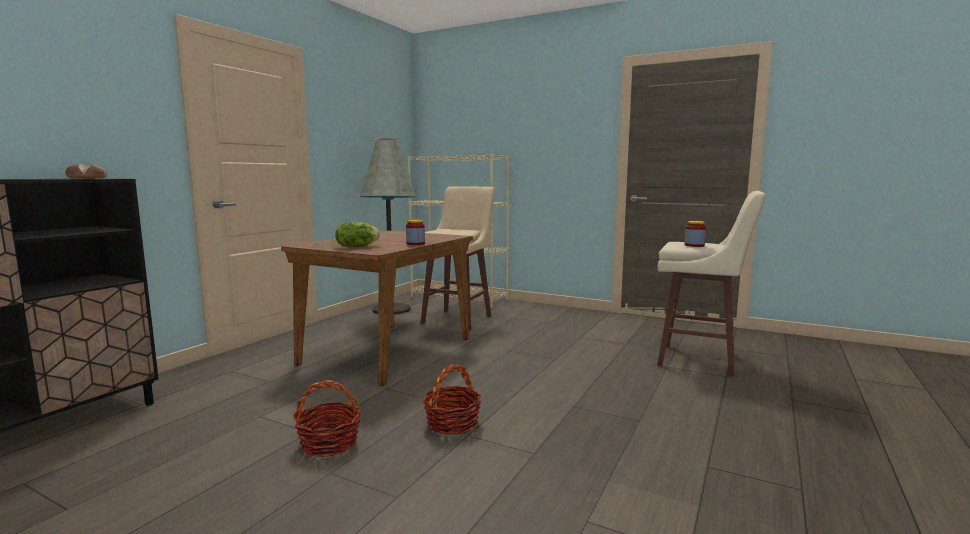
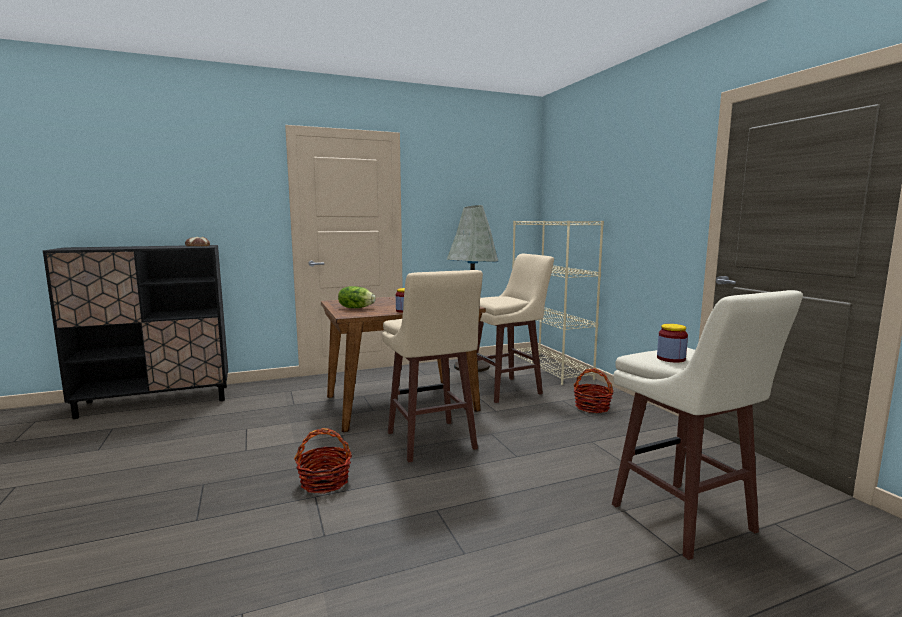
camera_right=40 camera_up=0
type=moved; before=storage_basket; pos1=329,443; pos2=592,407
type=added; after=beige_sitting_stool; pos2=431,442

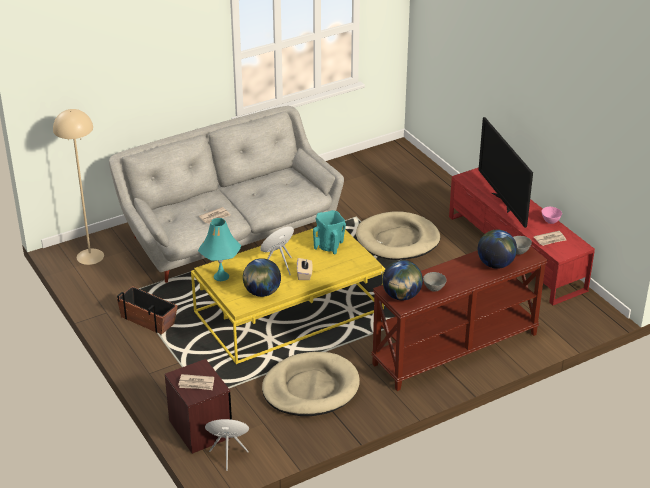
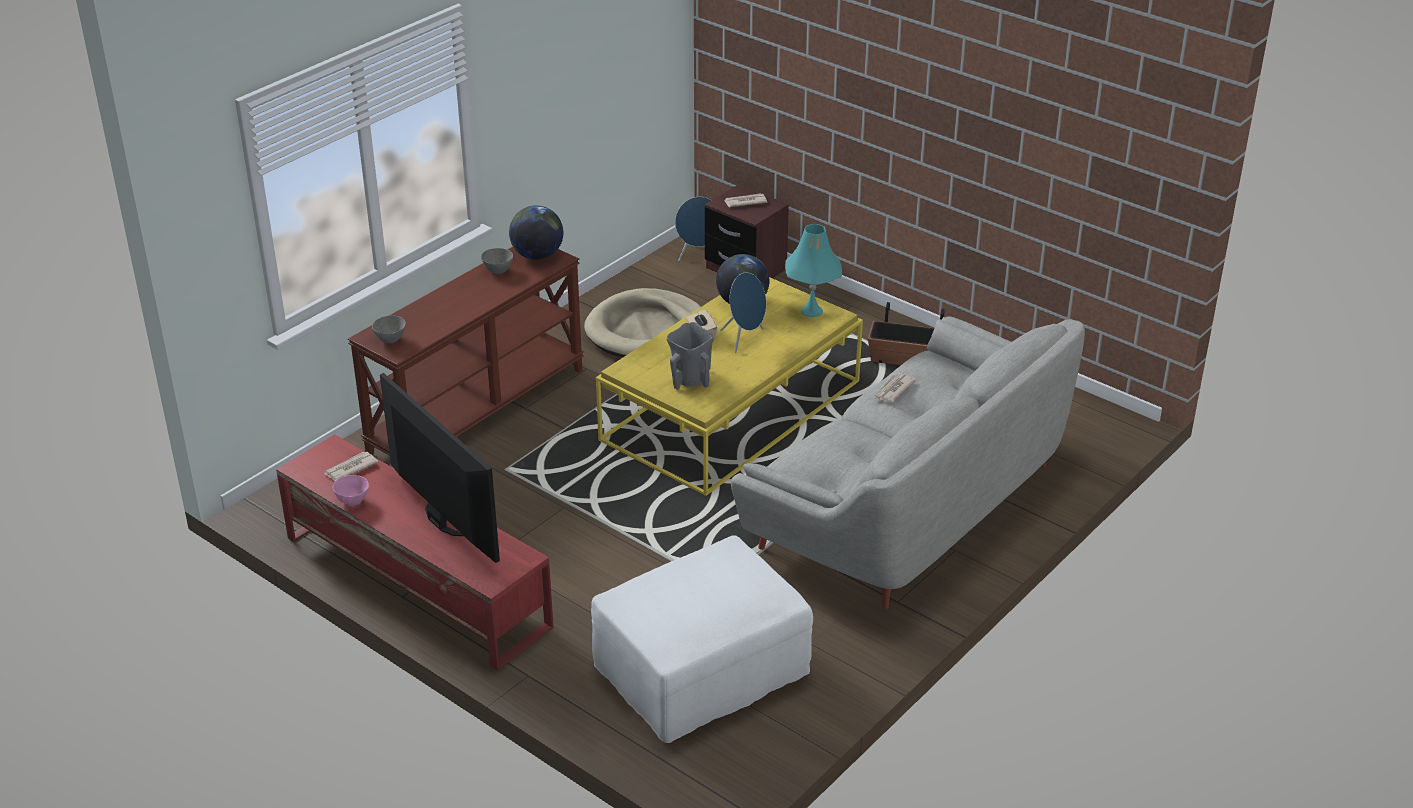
camera_right=160 camera_up=0
type=removed; before=beige_standard_lamp; pos1=90,256
type=recoloured; before=blue-green_decorative_vase; after=grey_decorative_vase; pos1=329,246; pos2=690,380
type=removed; before=beige_dog_bed; pos1=397,240
type=removed; before=globe; pos1=495,264
type=added; after=white_pouffe; pos2=701,673

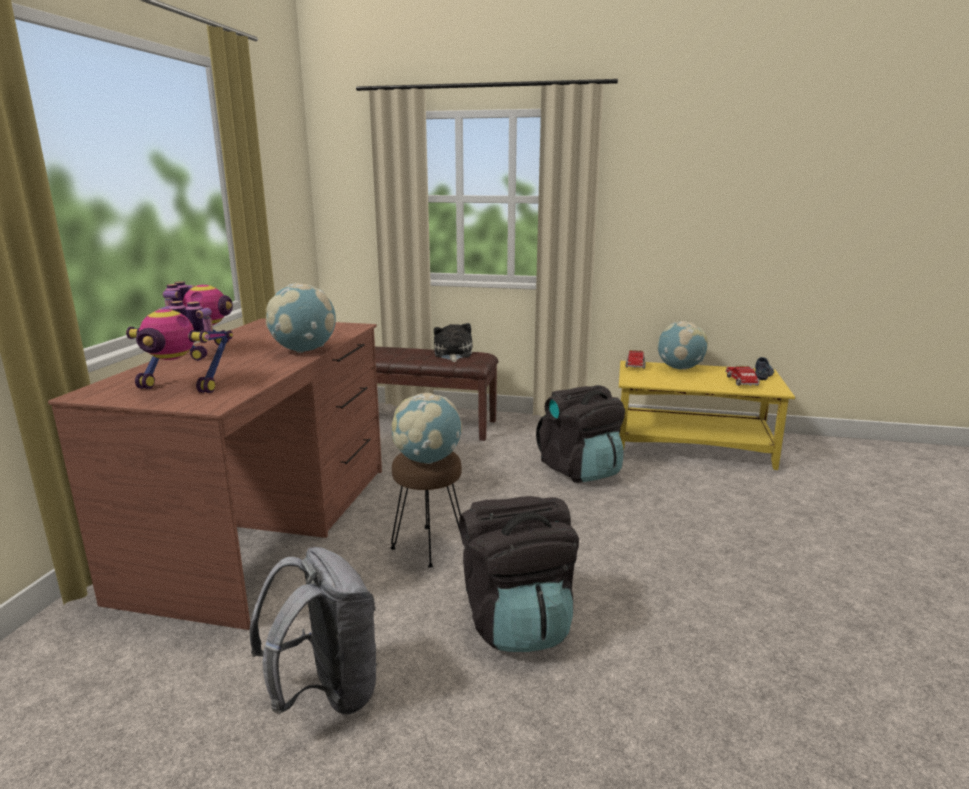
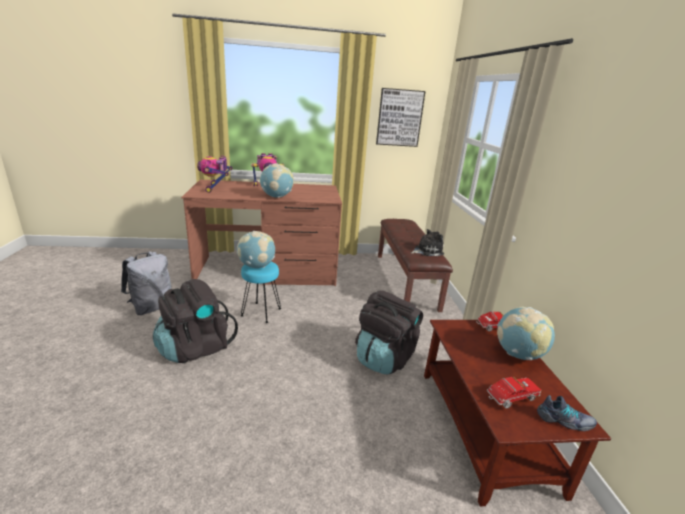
camera_right=70 camera_up=5
type=recoloured; before=yellow-coloured_low_table; after=brown_low_table; pos1=690,447; pos2=484,427
type=recoloured; before=brown_sitting_stool; after=blue-green_sitting_stool; pos1=429,546; pos2=261,312
type=added; after=picture; pos2=399,118

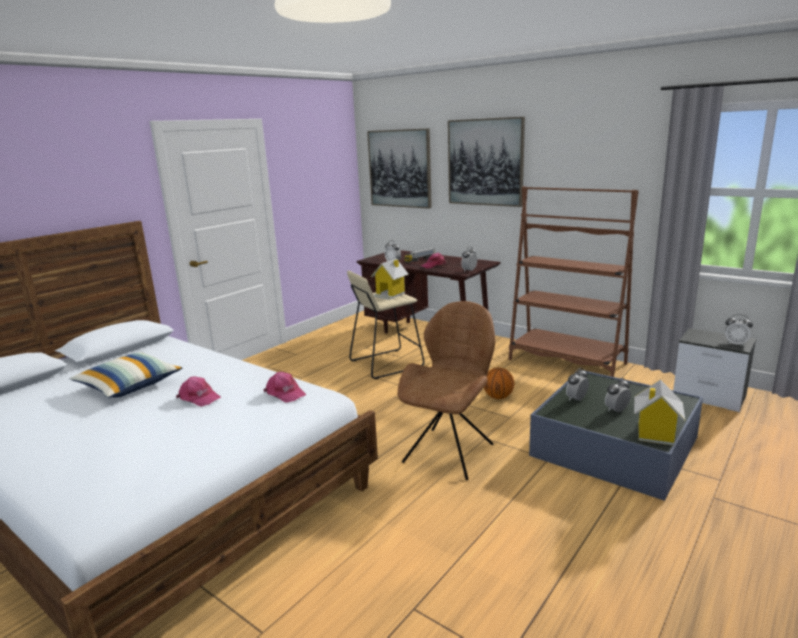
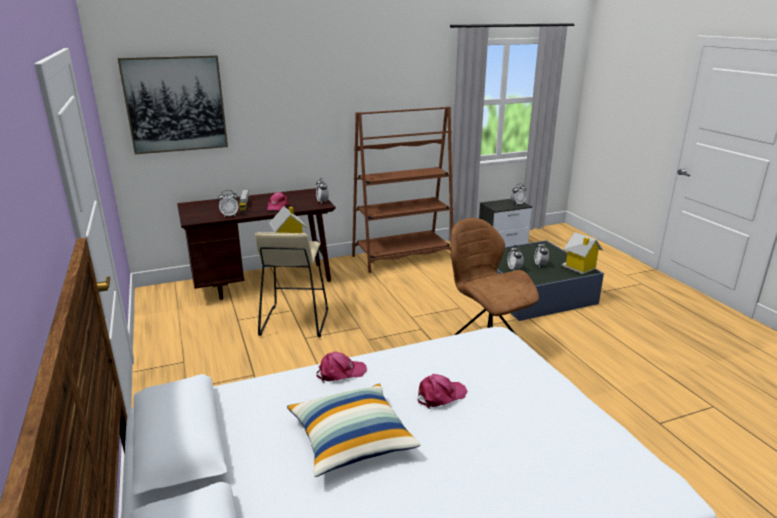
camera_right=-60 camera_up=5
type=removed; before=picture; pos1=485,162
type=removed; before=ball_for_basketball; pos1=498,397
type=moved; before=pink_cap; pos1=285,393; pos2=340,372

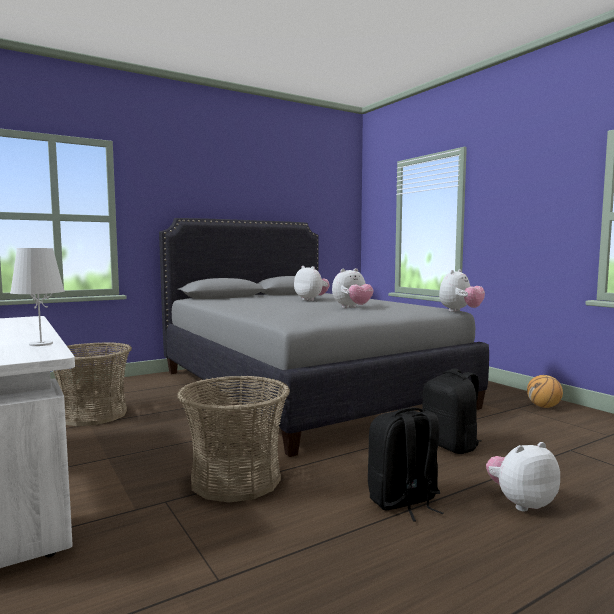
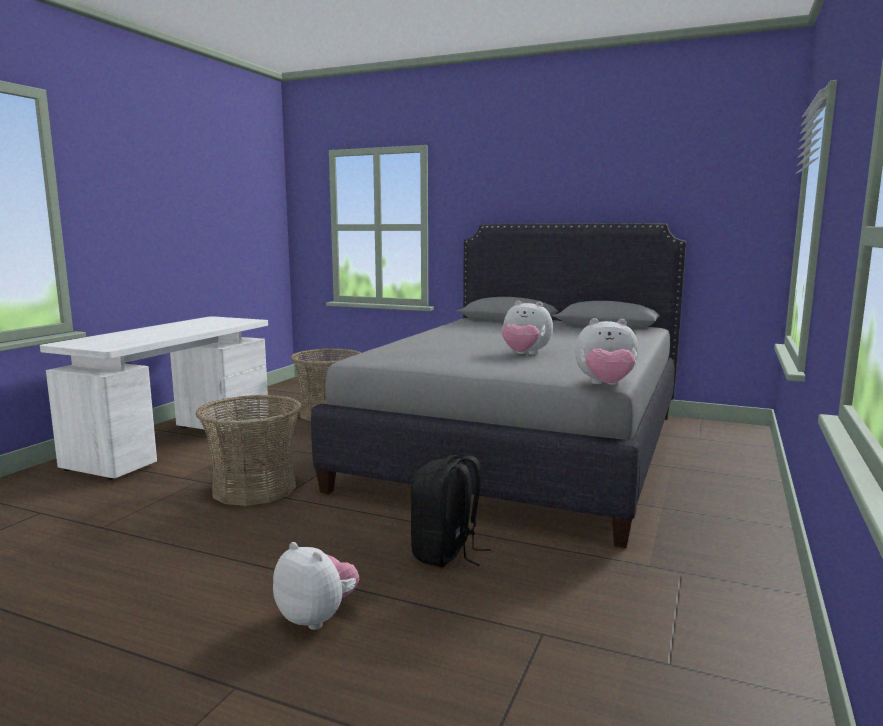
camera_right=55 camera_up=5
type=removed; before=white_lamp_for_a_table; pos1=41,344
type=removed; before=soft_toy; pos1=311,300
type=removed; before=ball_for_basketball; pos1=544,407
type=removed; before=blackish_backpack; pos1=403,502

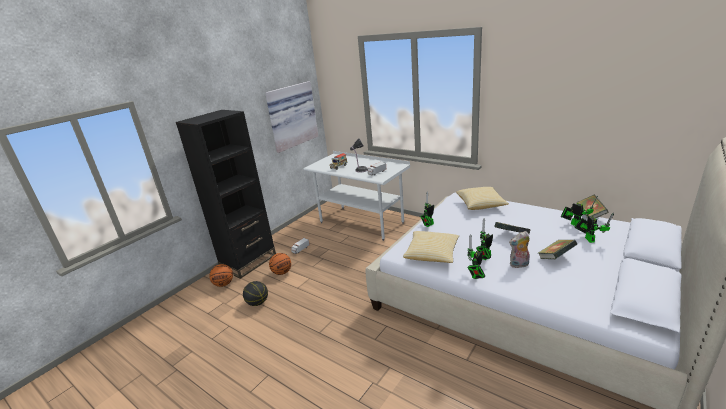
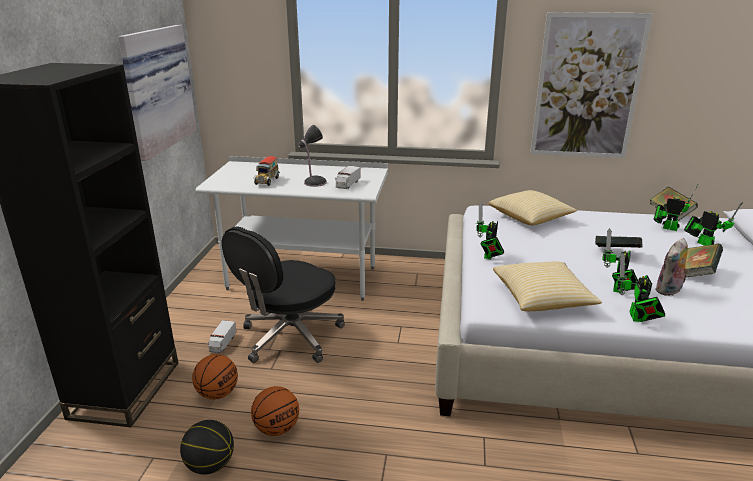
camera_right=-30 camera_up=0
type=moved; before=ball_for_basketball; pos1=224,284; pos2=277,428
type=added; after=picture; pos2=587,87
type=added; after=blackish_desk_chair; pos2=290,337

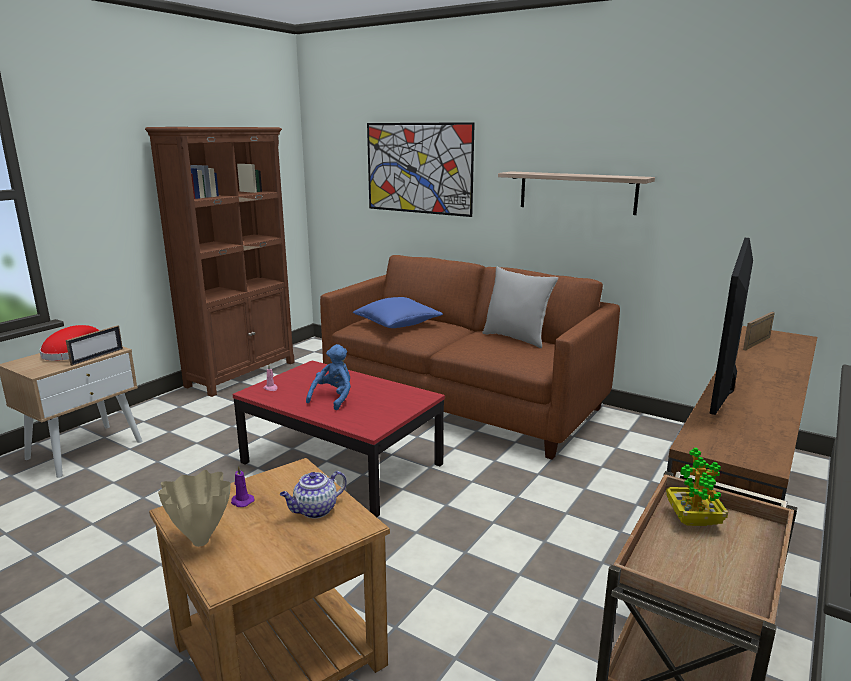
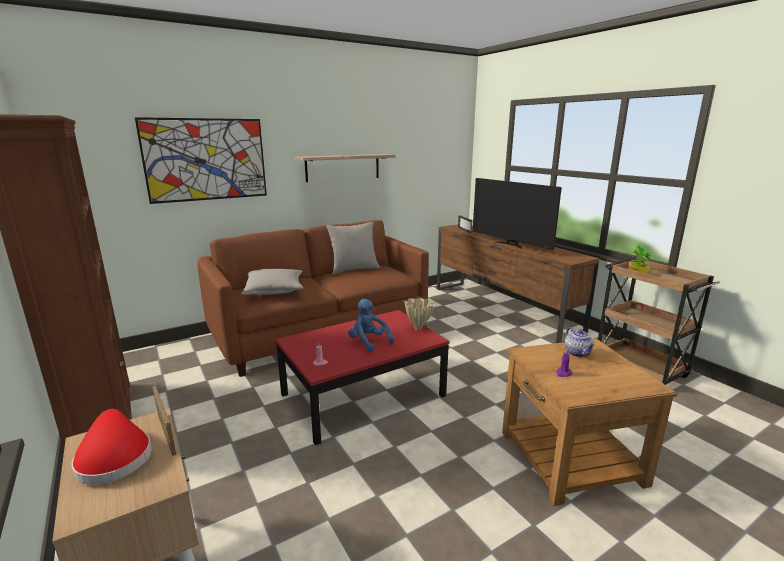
camera_right=-65 camera_up=0
type=recoloured; before=blue_pillow; after=grey_pillow; pos1=397,324; pos2=274,290
type=moved; before=beige_decorative_vase; pos1=202,542; pos2=418,328

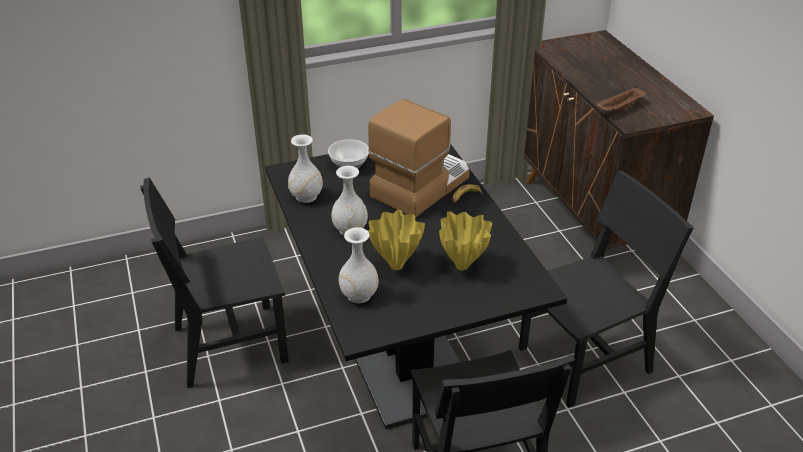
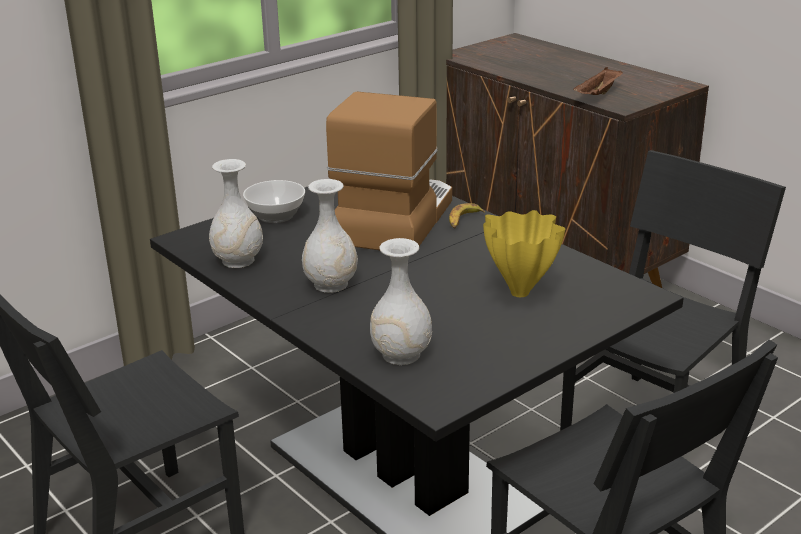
camera_right=-20 camera_up=-10
type=removed; before=yellow-coloured_decorative_vase; pos1=396,265

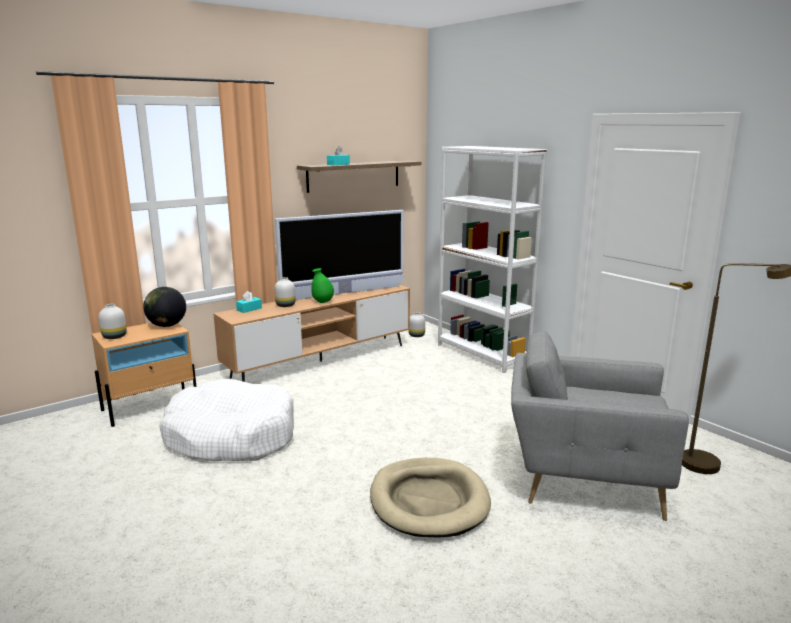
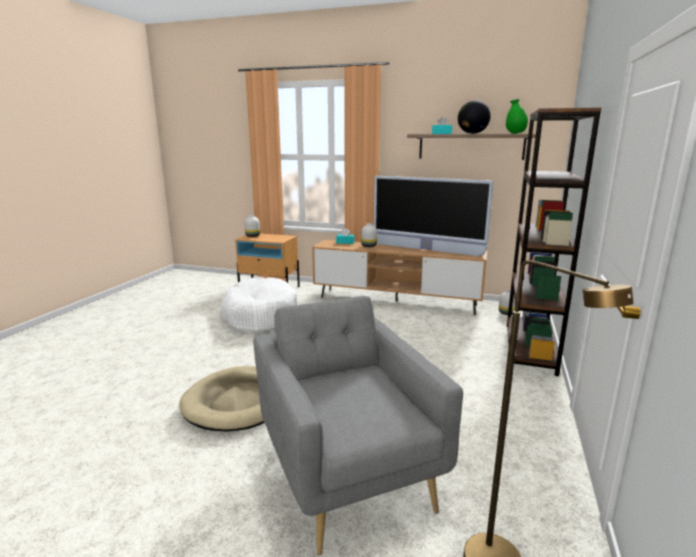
camera_right=55 camera_up=0
type=recoloured; before=white_shelving_unit; after=brown_shelving_unit; pos1=482,354; pos2=529,348
type=moved; before=greenish_decorative_vase; pos1=323,302; pos2=515,133
type=moved; before=globe; pos1=167,325; pos2=472,133

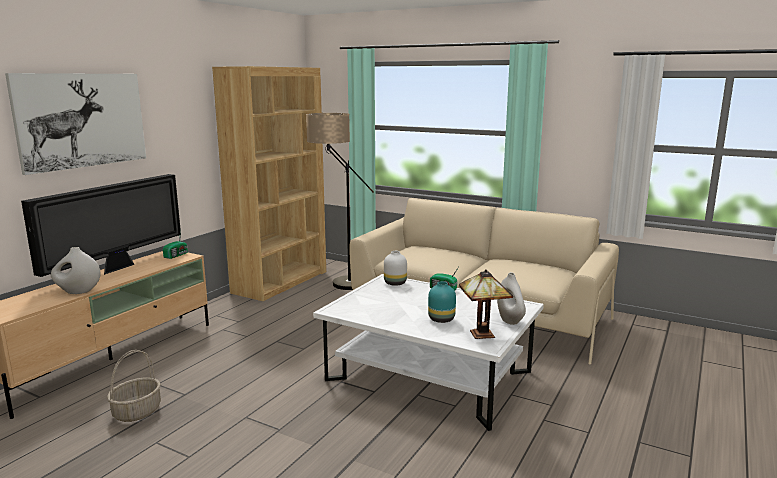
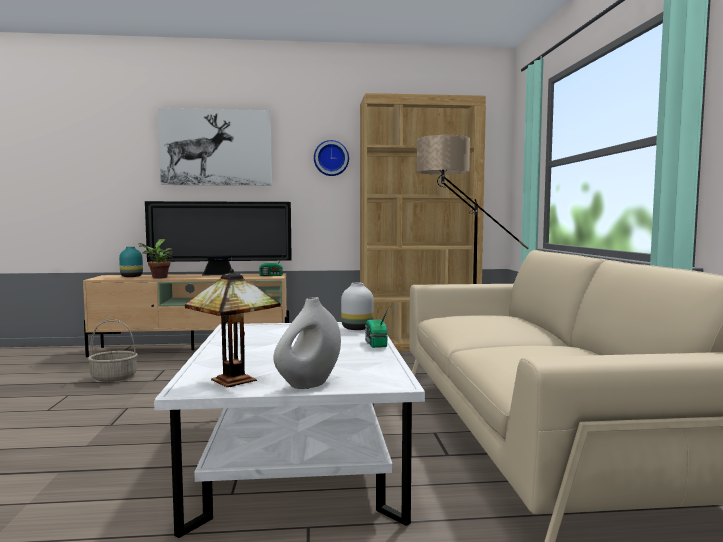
camera_right=55 camera_up=-10
type=replaced; before=white_decorative_vase; after=plant_in_a_pot; pos1=78,292; pos2=158,278
type=moved; before=blue-green_decorative_vase; pos1=440,319; pos2=131,276
type=added; after=wall_clock; pos2=331,158

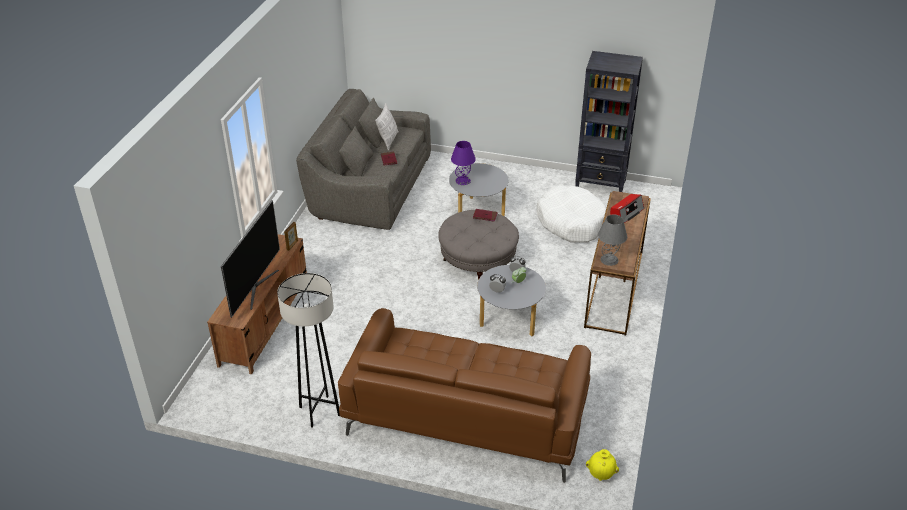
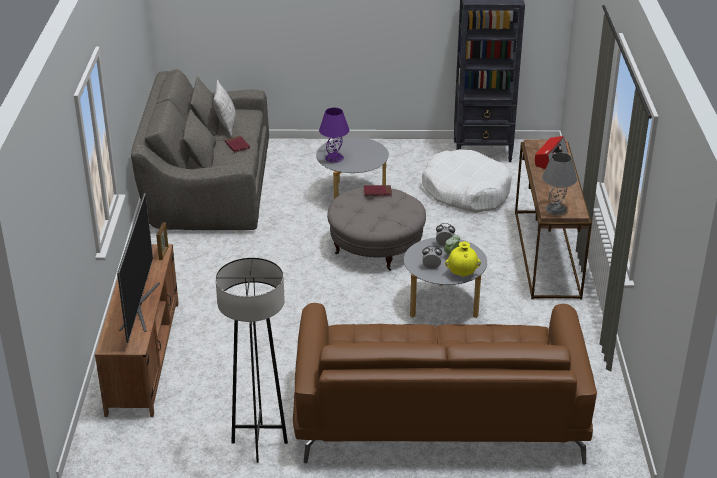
camera_right=-15 camera_up=-5
type=moved; before=yellow-coloured_decorative_vase; pos1=601,475; pos2=462,274

